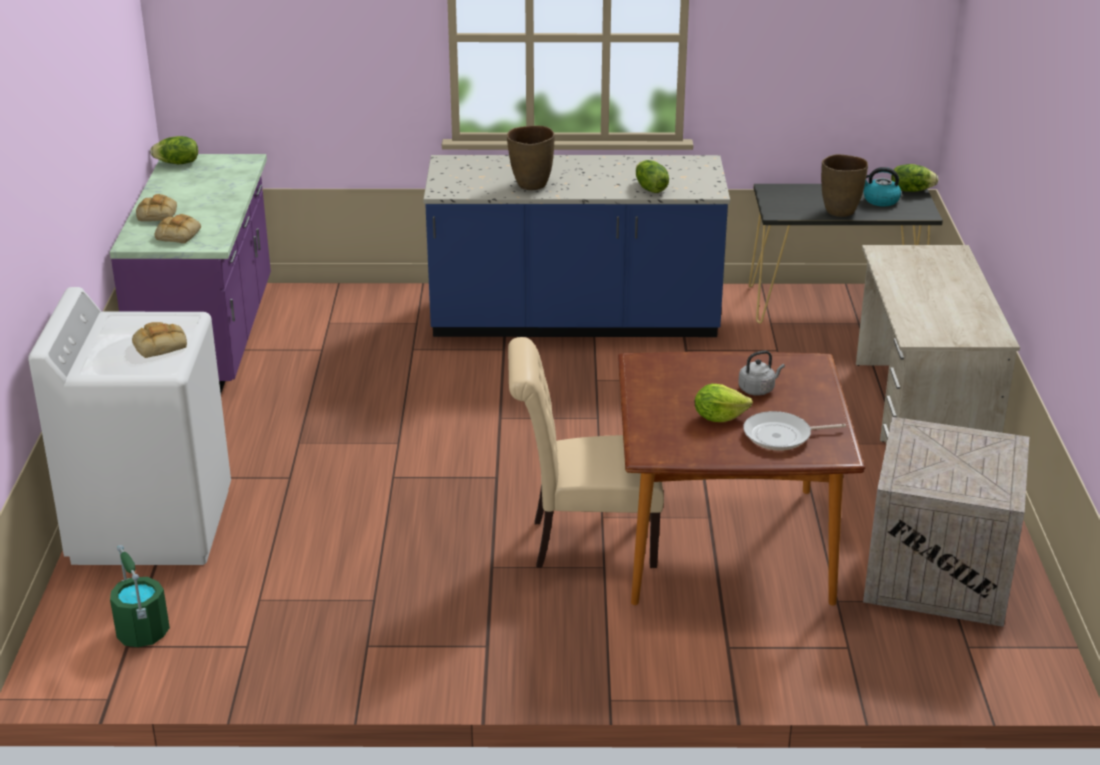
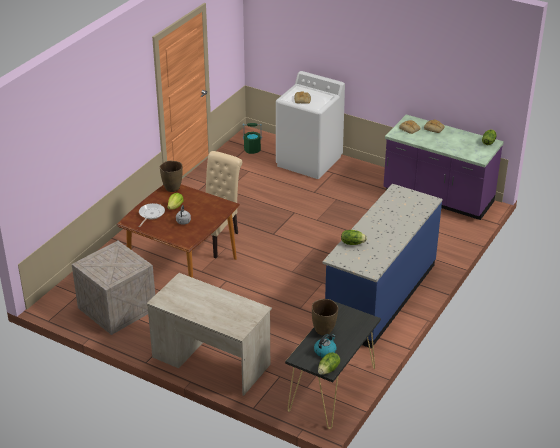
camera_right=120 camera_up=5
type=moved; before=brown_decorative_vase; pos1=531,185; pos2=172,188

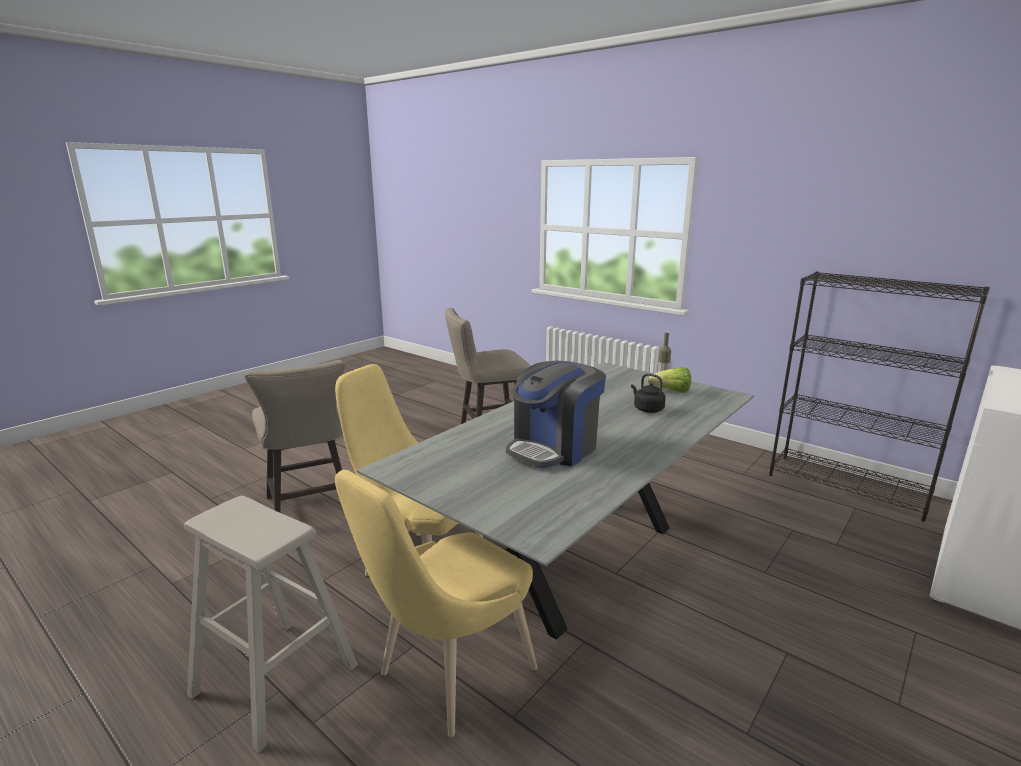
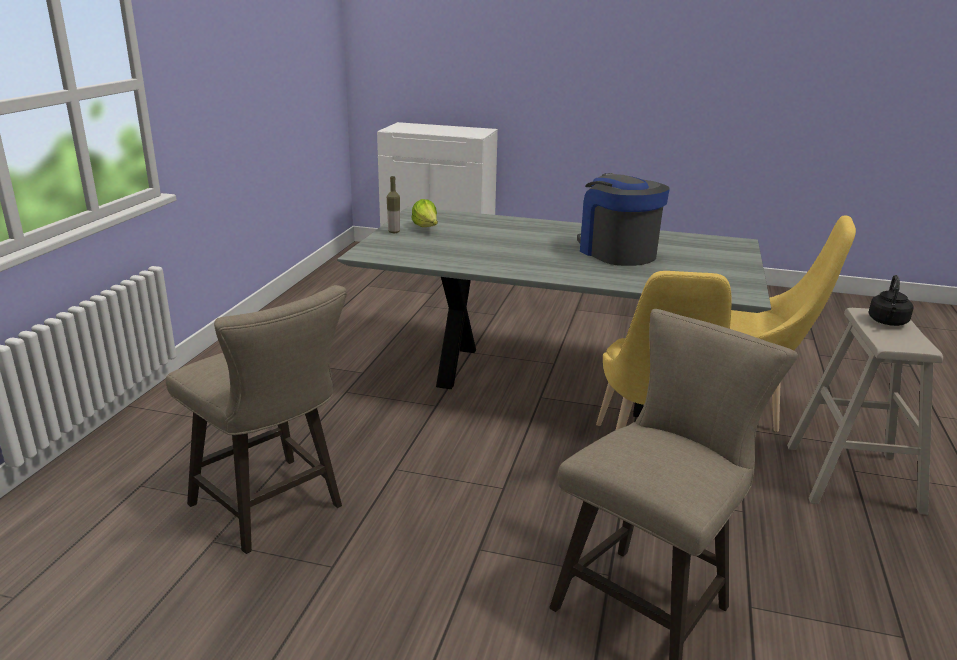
camera_right=-115 camera_up=5
type=removed; before=blackish_shelving_unit; pos1=848,486
type=turned; before=coffee_machine; pos1=554,448; pos2=616,252; turn=-135
type=moved; before=blackish_kettle; pos1=647,409; pos2=887,322

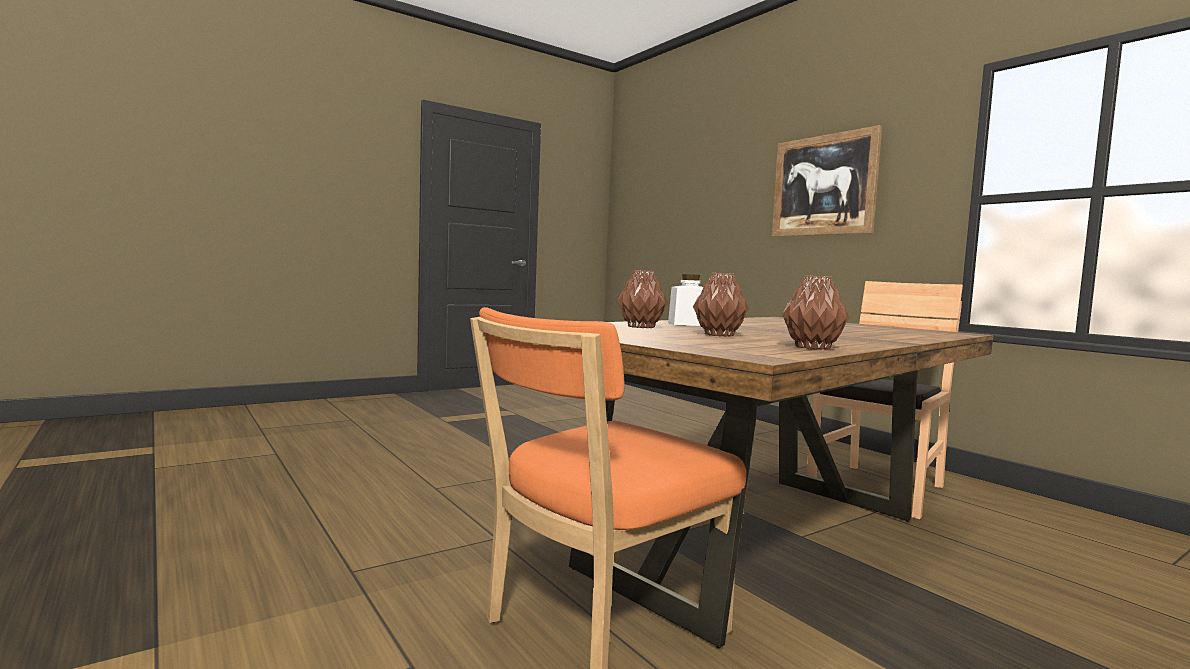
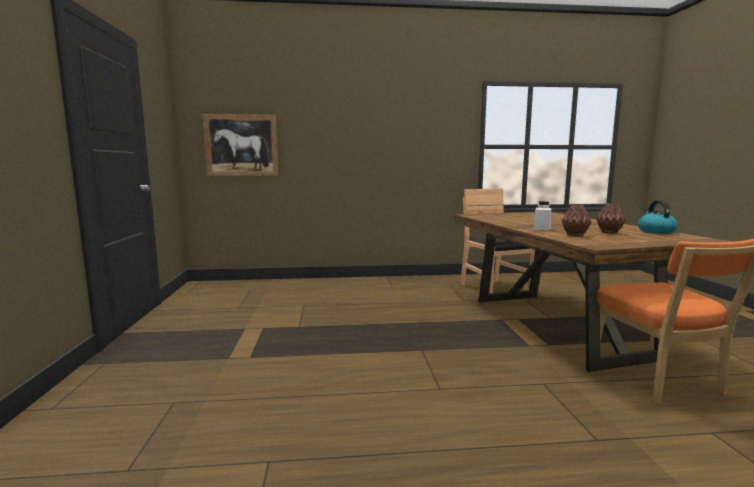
camera_right=-60 camera_up=5
type=moved; before=picture; pos1=823,185; pos2=241,145
type=replaced; before=brown_decorative_vase; after=kettle; pos1=811,347; pos2=655,231

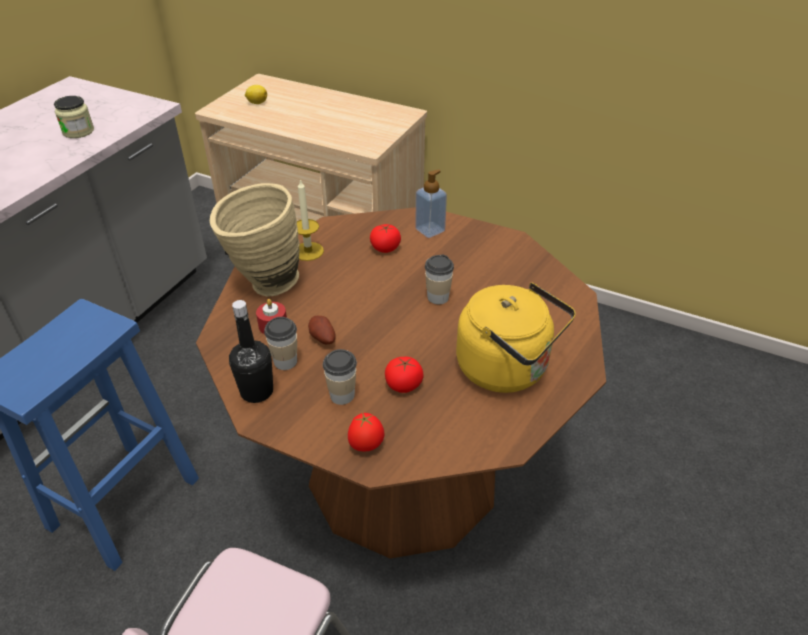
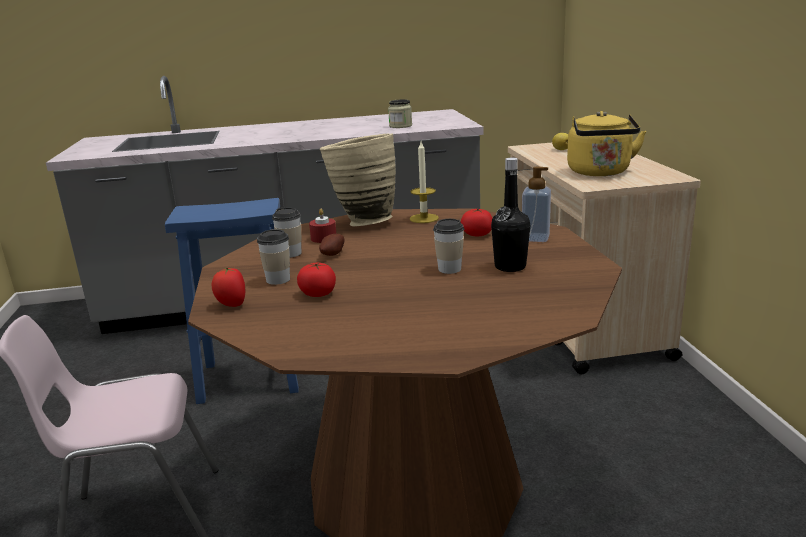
camera_right=55 camera_up=-20
type=moved; before=yellow-coloured_kettle; pos1=507,369; pos2=600,173
type=moved; before=blackish_bottle; pos1=257,391; pos2=510,266

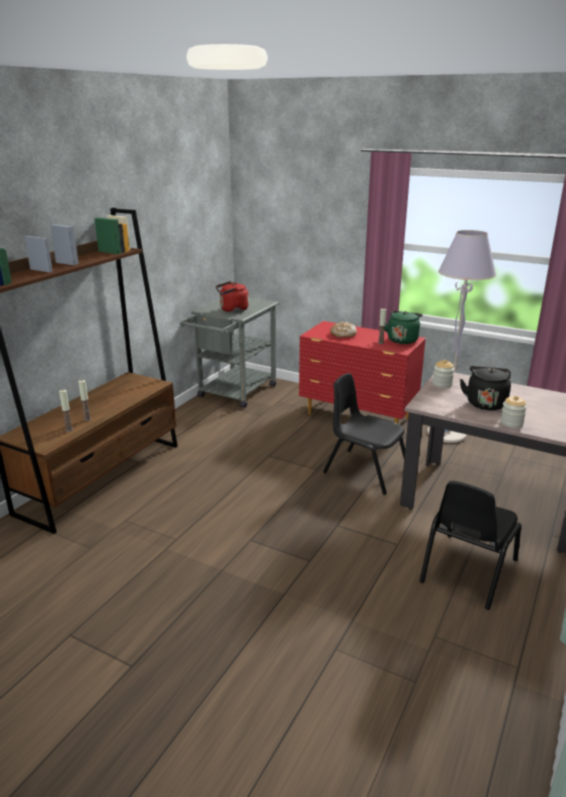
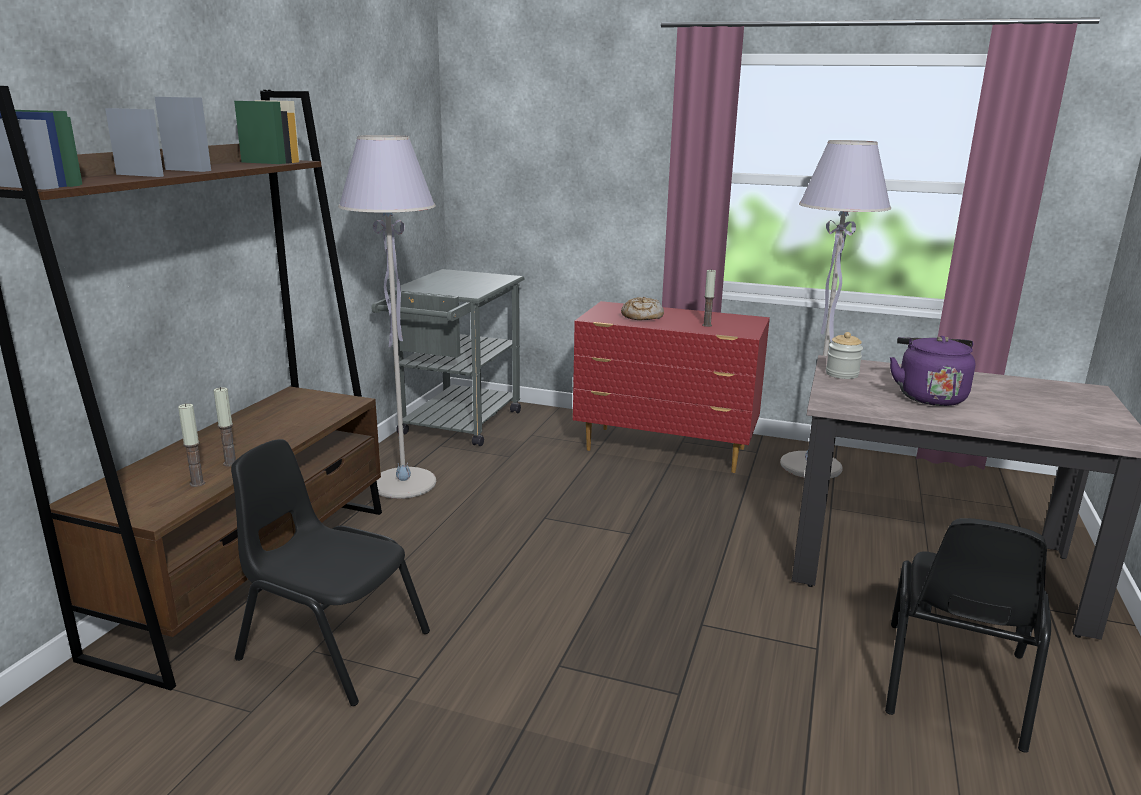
camera_right=-10 camera_up=-5
type=removed; before=red-coloured_kettle; pos1=232,310
type=removed; before=greenish_kettle; pos1=402,339
type=recoloured; before=blackish_kettle; after=purplish_kettle; pos1=485,403; pos2=928,396
type=moved; before=blackish_plain_chair; pos1=365,470; pos2=333,646
type=removed; before=jar; pos1=511,423
type=added; after=grey_standard_lamp; pos2=403,485

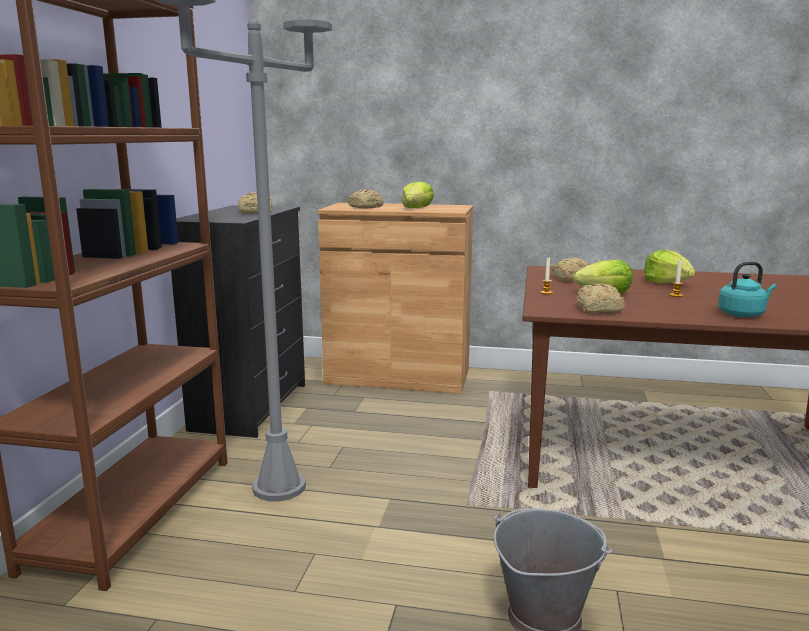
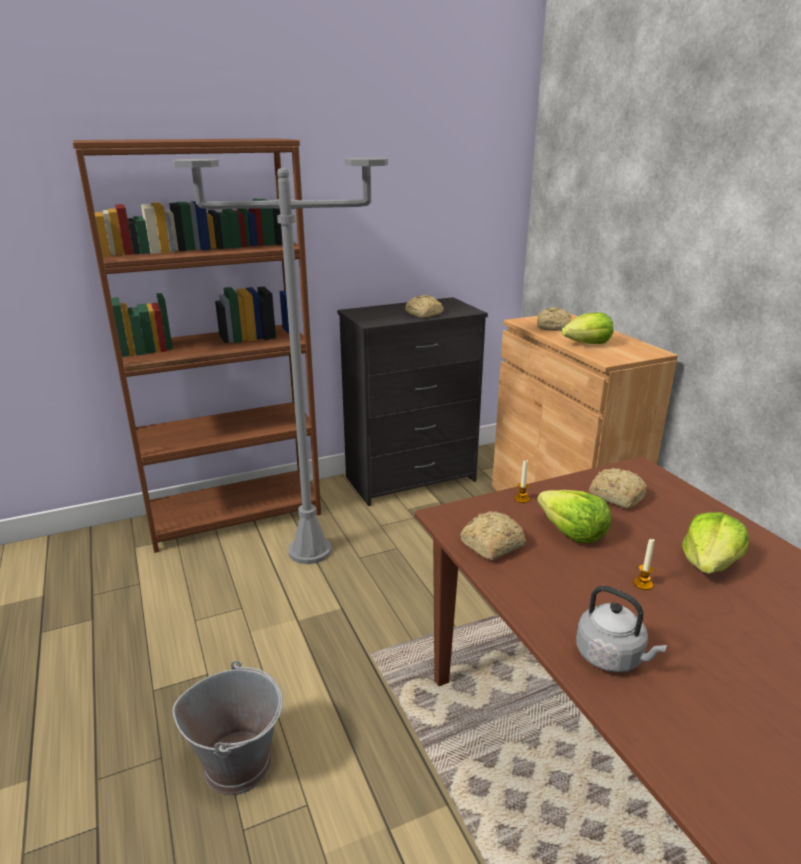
camera_right=55 camera_up=10
type=recoloured; before=blue-green_kettle; after=grey_kettle; pos1=743,314; pos2=612,657

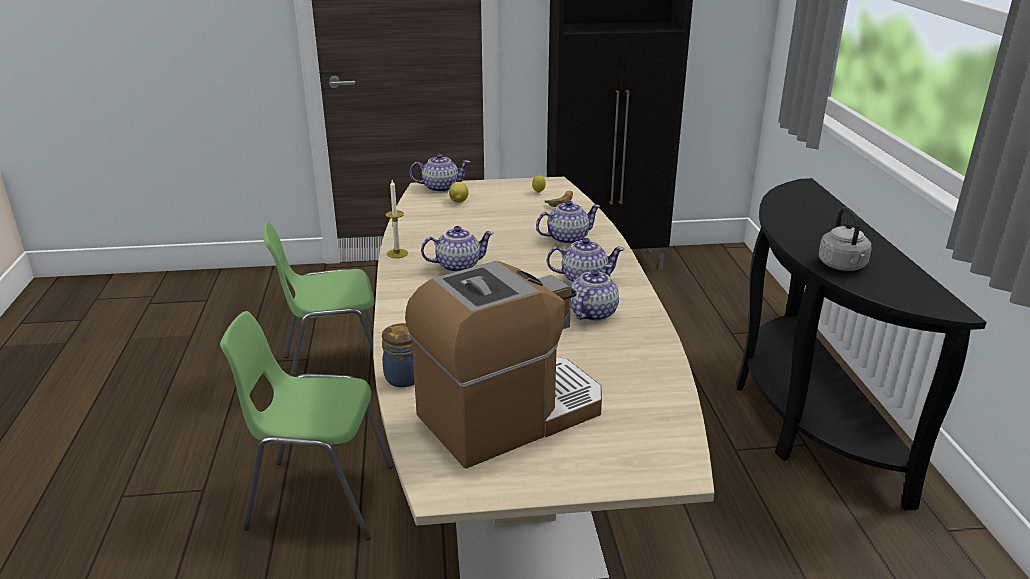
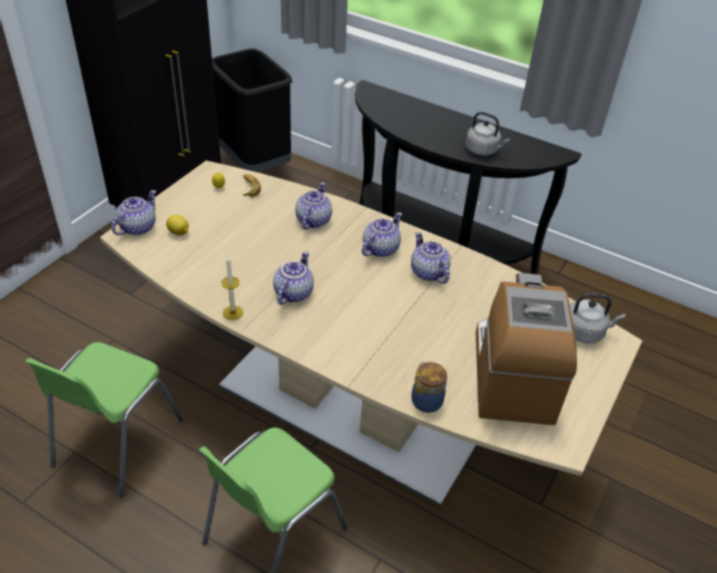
camera_right=-55 camera_up=15
type=added; after=blackish_trash_can; pos2=255,164
type=added; after=grey_kettle; pos2=585,332

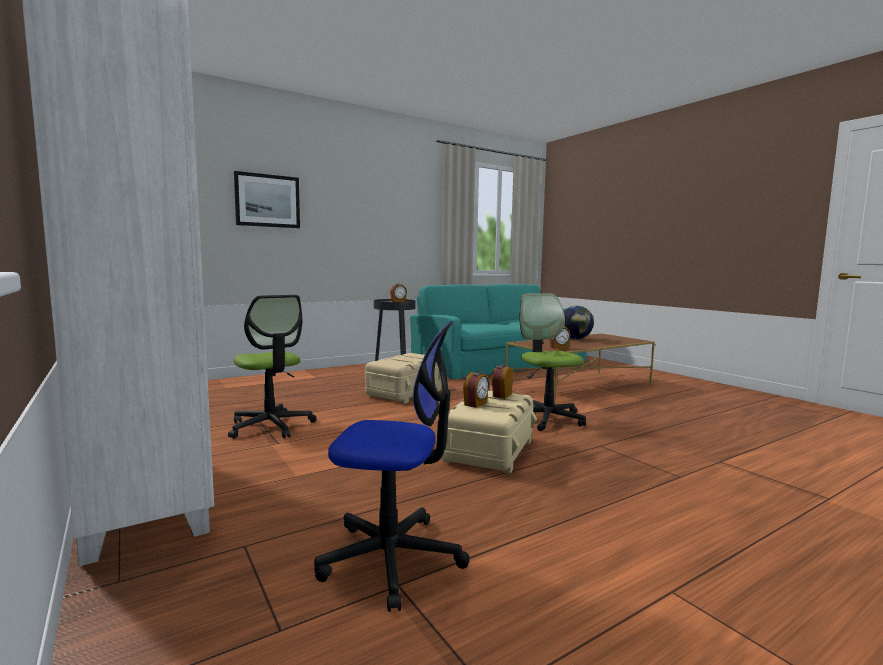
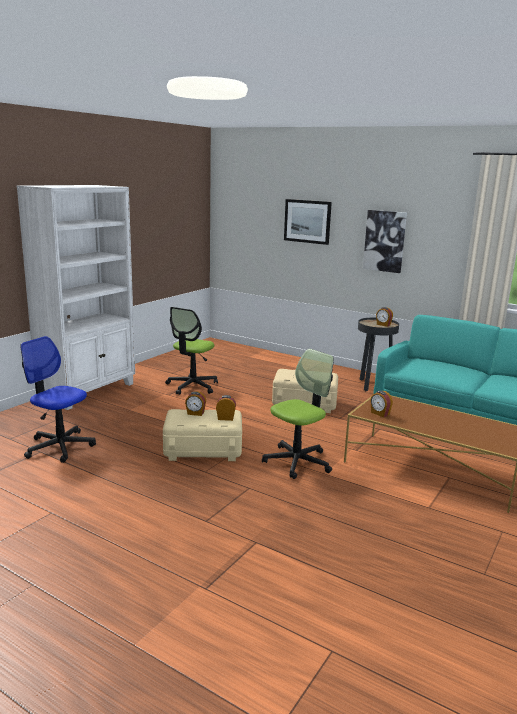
camera_right=65 camera_up=10
type=removed; before=globe; pos1=575,339
type=turned; before=desk_chair; pos1=392,558; pos2=60,447; turn=135
type=added; after=picture; pos2=384,241

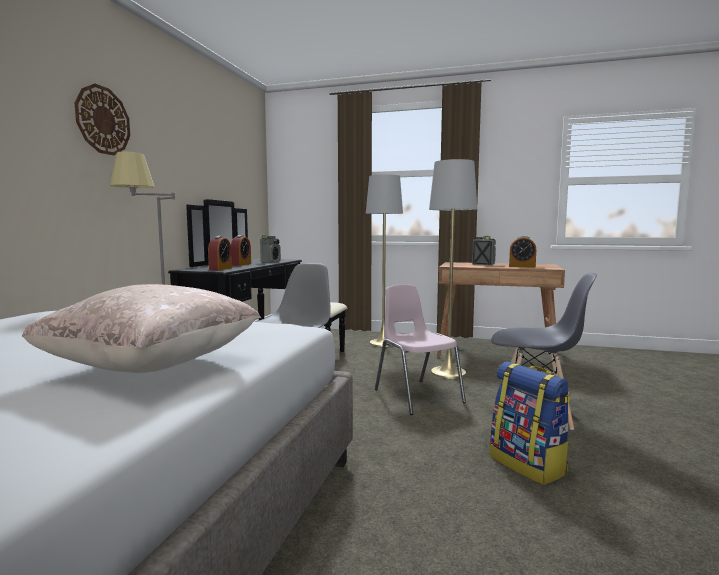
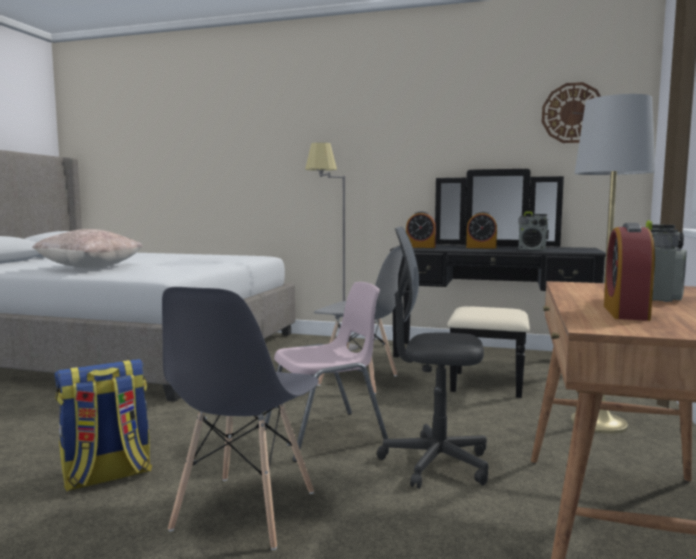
camera_right=90 camera_up=0
type=moved; before=wall_clock; pos1=103,120; pos2=572,113
type=replaced; before=grey_standard_lamp; after=grey_desk_chair; pos1=448,373; pos2=435,463

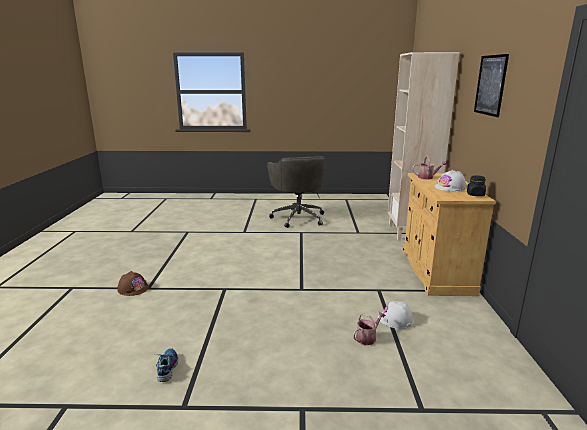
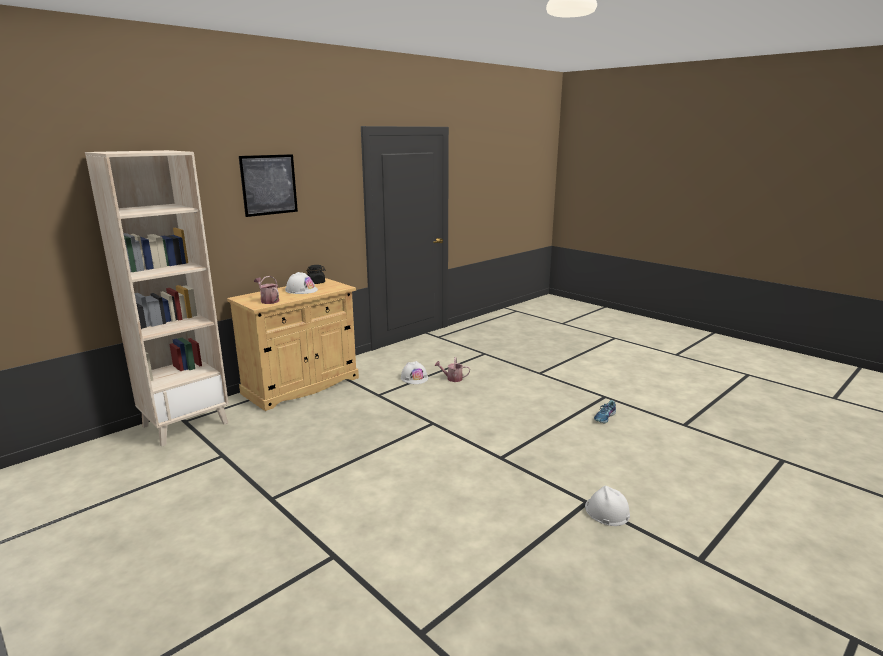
camera_right=-135 camera_up=0
type=removed; before=grey_desk_chair; pos1=298,217
type=recoloured; before=brown_work_helmet; after=white_work_helmet; pos1=133,288; pos2=607,511

